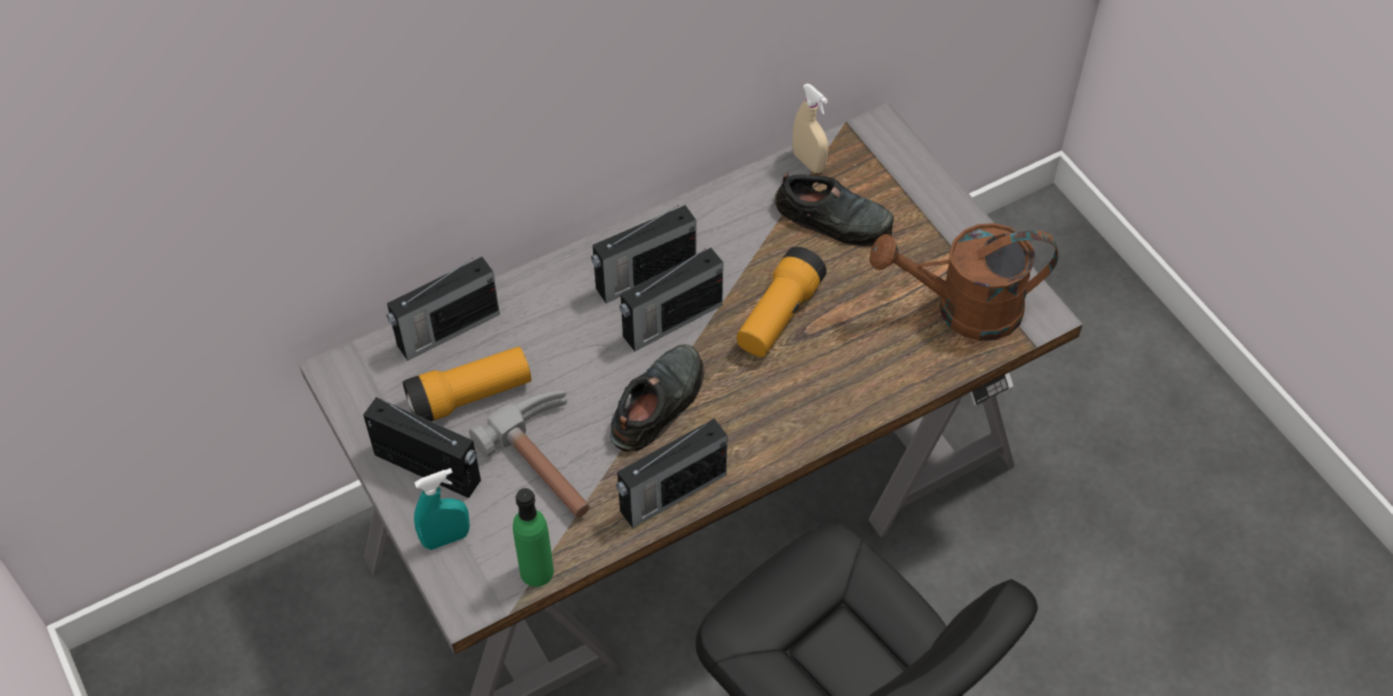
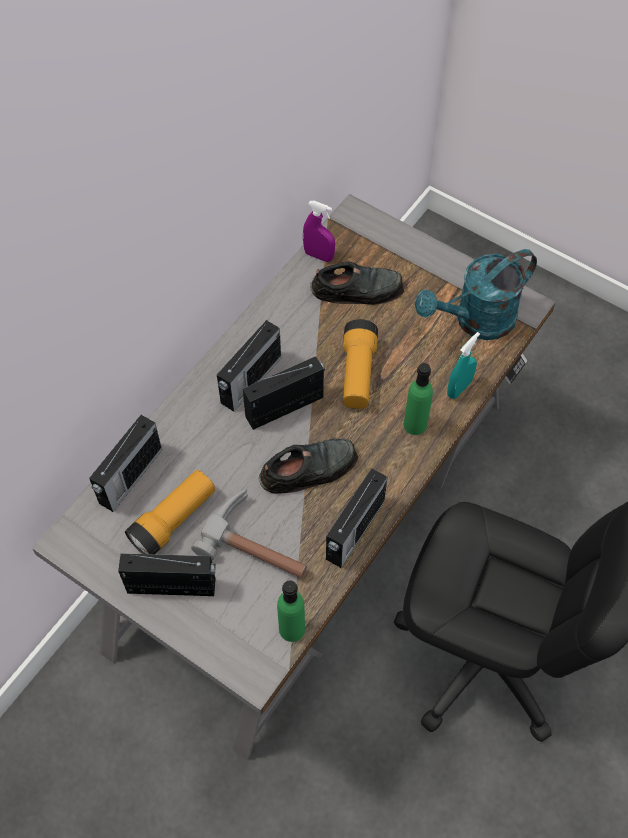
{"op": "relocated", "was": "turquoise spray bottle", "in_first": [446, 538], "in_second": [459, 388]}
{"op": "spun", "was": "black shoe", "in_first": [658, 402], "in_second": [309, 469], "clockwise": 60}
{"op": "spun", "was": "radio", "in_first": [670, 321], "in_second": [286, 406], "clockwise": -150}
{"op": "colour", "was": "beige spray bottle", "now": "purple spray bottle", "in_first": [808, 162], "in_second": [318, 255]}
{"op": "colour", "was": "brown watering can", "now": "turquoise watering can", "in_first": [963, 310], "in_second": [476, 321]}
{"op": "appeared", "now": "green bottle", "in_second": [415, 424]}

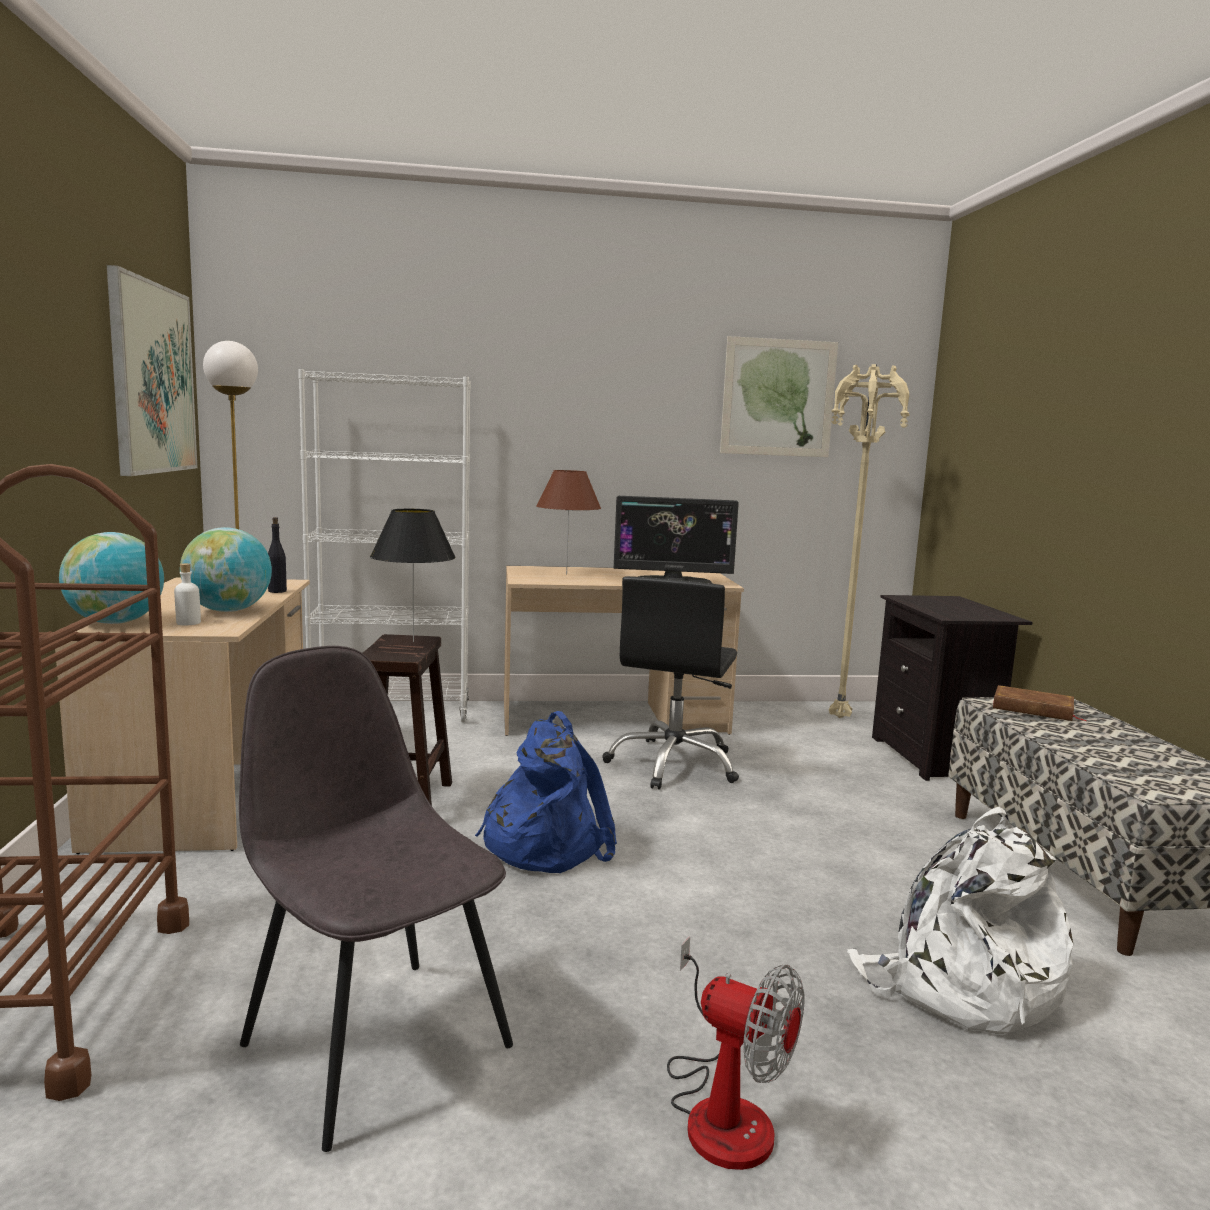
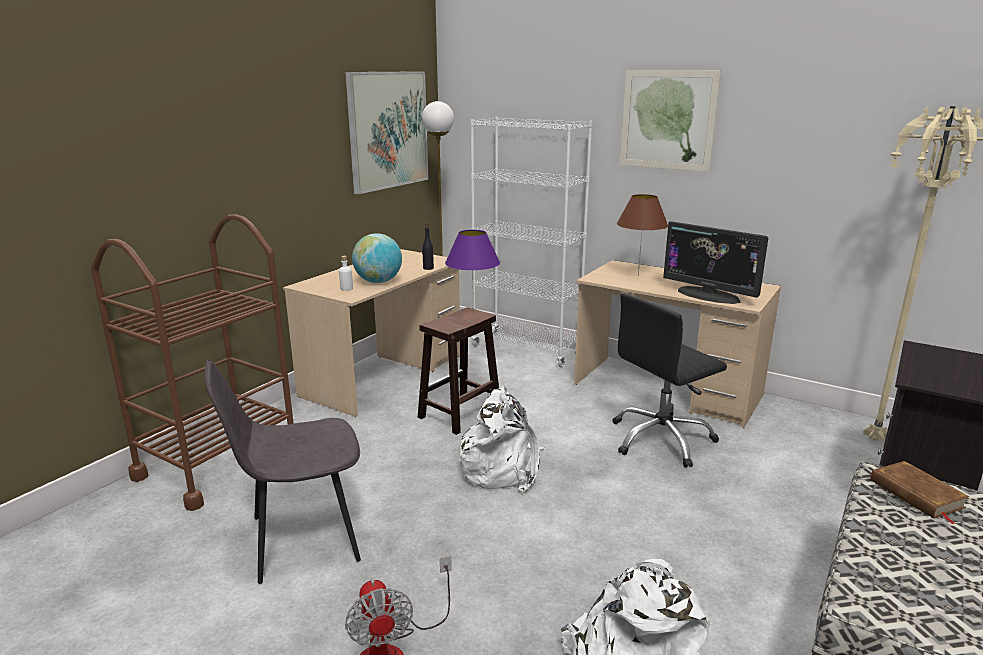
{"op": "missing", "was": "globe", "in_first": [116, 622]}
{"op": "spun", "was": "grey chair", "in_first": [374, 1041], "in_second": [301, 539], "clockwise": -105}
{"op": "colour", "was": "black table lamp", "now": "purple table lamp", "in_first": [413, 642], "in_second": [473, 316]}
{"op": "colour", "was": "blue backpack", "now": "white backpack", "in_first": [545, 844], "in_second": [502, 468]}
{"op": "relocated", "was": "picture", "in_first": [778, 398], "in_second": [667, 120]}

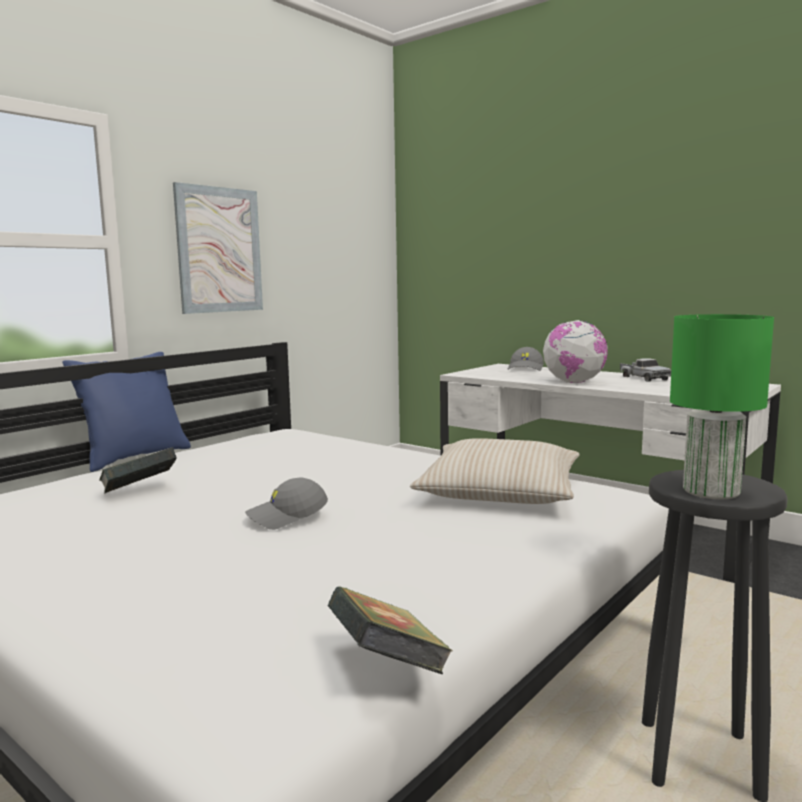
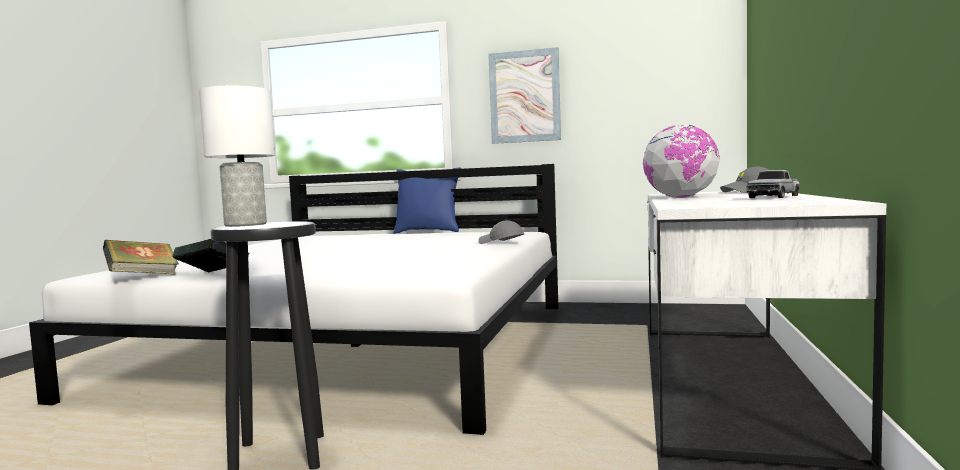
{"op": "relocated", "was": "book", "in_first": [139, 491], "in_second": [213, 275]}
{"op": "relocated", "was": "grey cap", "in_first": [287, 517], "in_second": [500, 242]}
{"op": "missing", "was": "beige pillow", "in_first": [500, 491]}
{"op": "colour", "was": "green table lamp", "now": "white table lamp", "in_first": [710, 492], "in_second": [244, 225]}

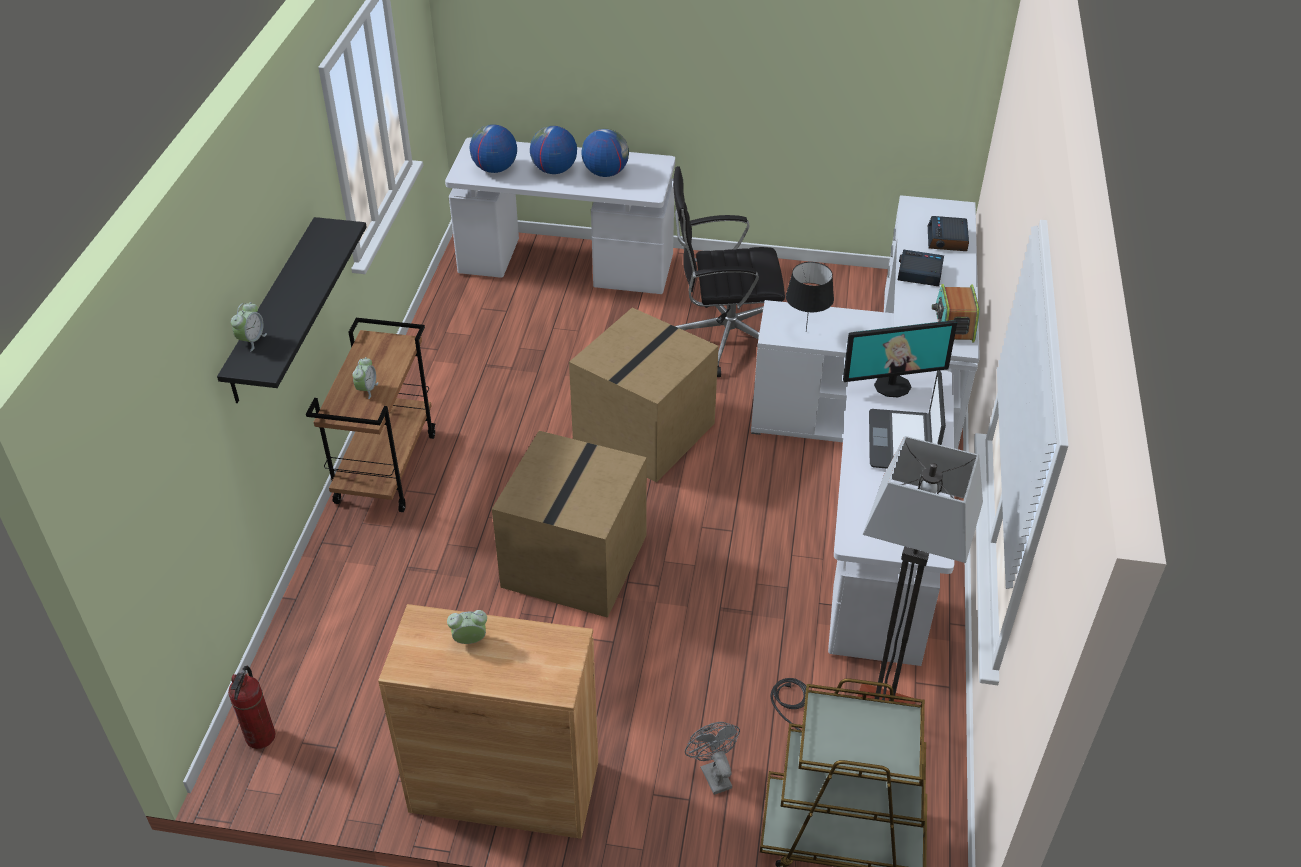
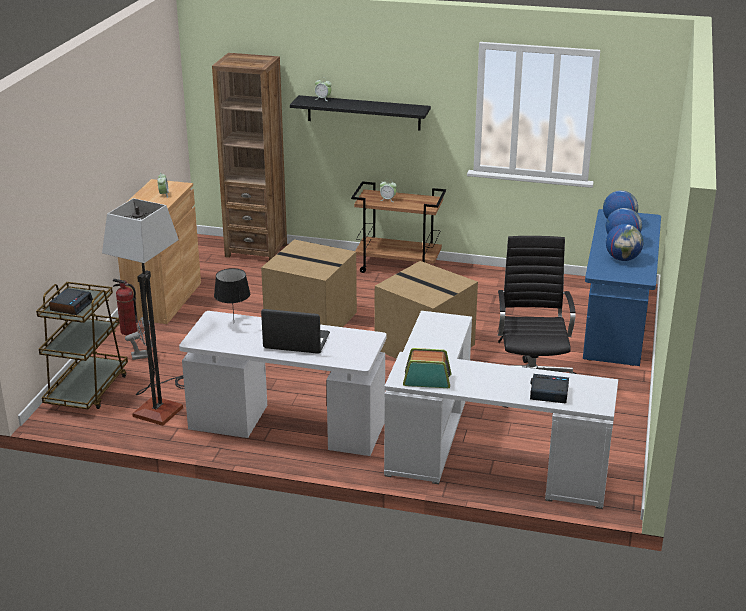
{"op": "relocated", "was": "fire extinguisher", "in_first": [261, 737], "in_second": [128, 331]}
{"op": "colour", "was": "white desk", "now": "blue desk", "in_first": [566, 265], "in_second": [616, 323]}
{"op": "relocated", "was": "black table lamp", "in_first": [806, 331], "in_second": [233, 323]}
{"op": "missing", "was": "monitor", "in_first": [892, 385]}
{"op": "relocated", "was": "alarm clock", "in_first": [919, 273], "in_second": [71, 306]}
{"op": "appeared", "now": "brown bookcase", "in_second": [256, 250]}

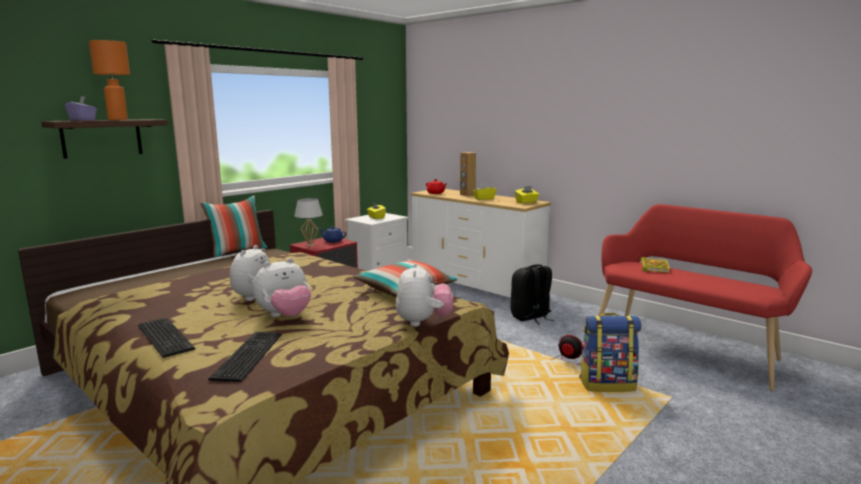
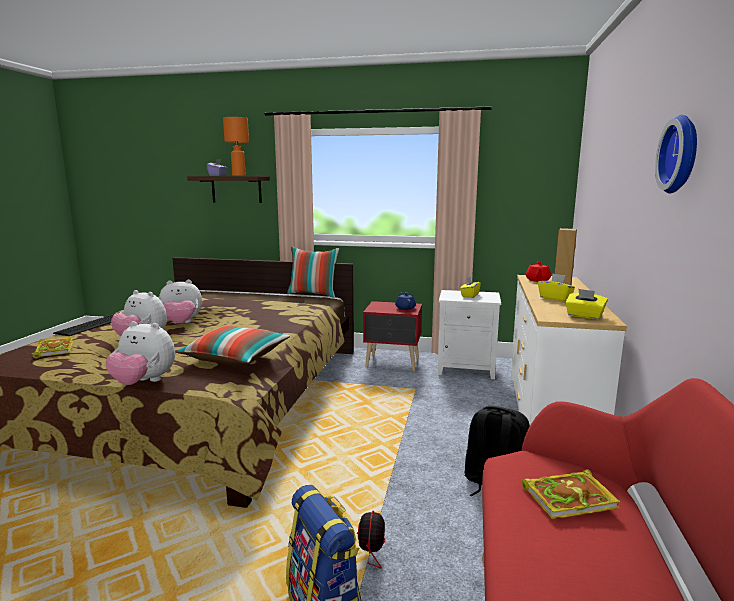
{"op": "exchanged", "was": "keyboard", "now": "book", "in_first": [245, 356], "in_second": [54, 349]}
{"op": "missing", "was": "white table lamp", "in_first": [310, 245]}
{"op": "spun", "was": "plush toy", "in_first": [423, 322], "in_second": [144, 382], "clockwise": 45}
{"op": "appeared", "now": "wall clock", "in_second": [683, 154]}

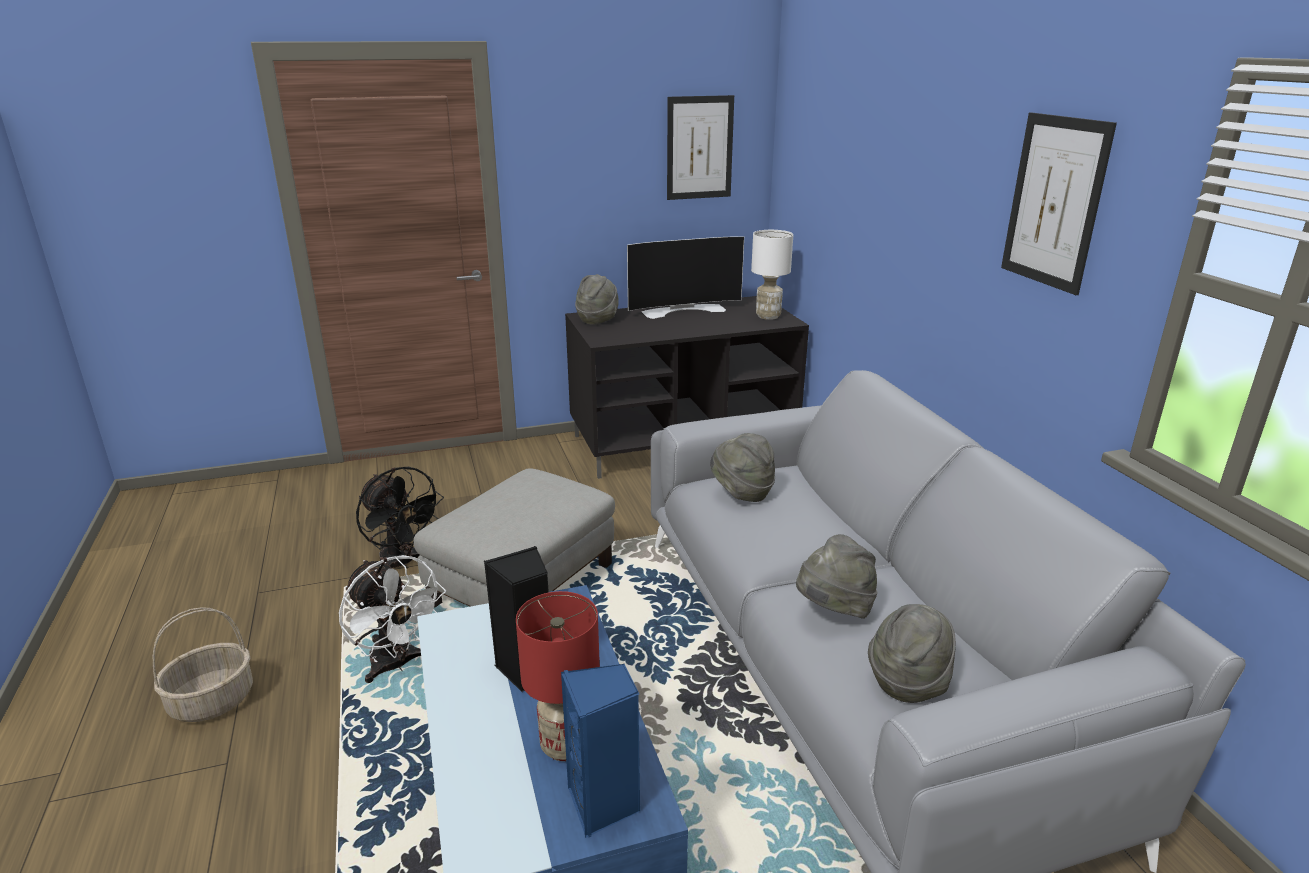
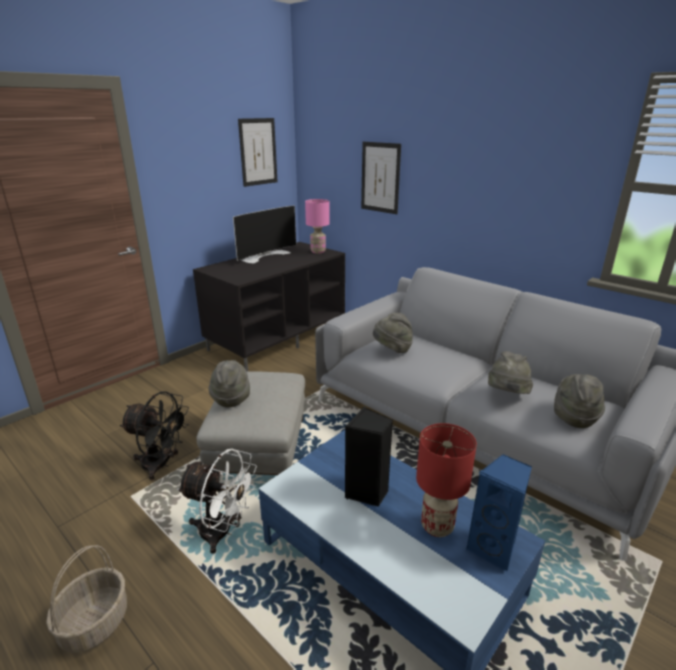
{"op": "relocated", "was": "grey hat", "in_first": [597, 319], "in_second": [231, 398]}
{"op": "colour", "was": "white table lamp", "now": "pink table lamp", "in_first": [768, 316], "in_second": [318, 251]}
{"op": "relocated", "was": "picture", "in_first": [1054, 202], "in_second": [380, 177]}

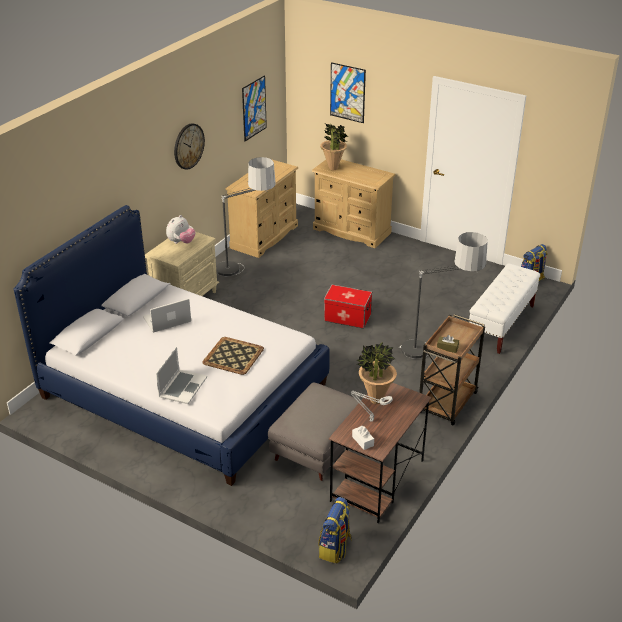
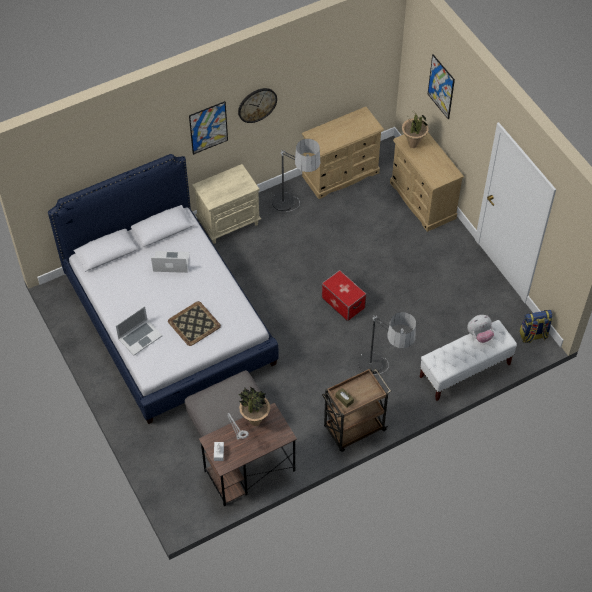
{"op": "relocated", "was": "plush toy", "in_first": [181, 242], "in_second": [479, 335]}
{"op": "relocated", "was": "picture", "in_first": [254, 108], "in_second": [208, 127]}
{"op": "missing", "was": "backpack", "in_first": [335, 548]}

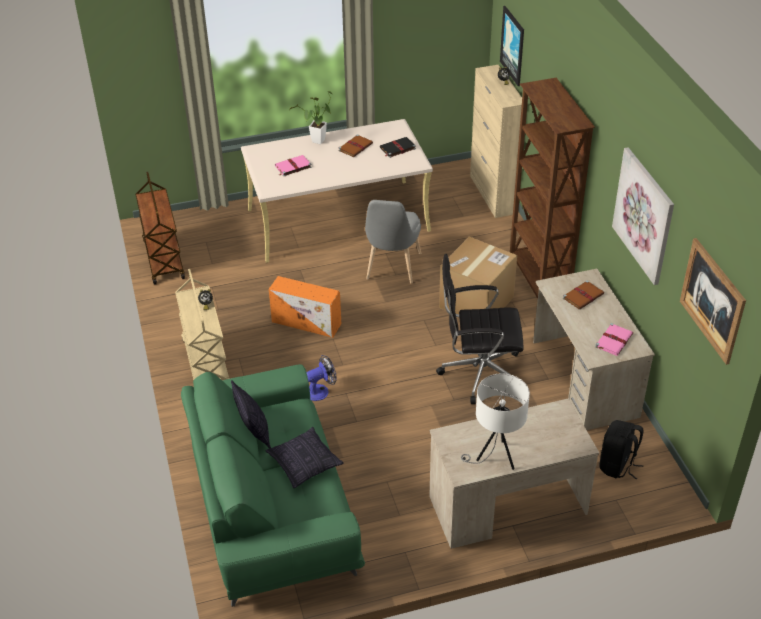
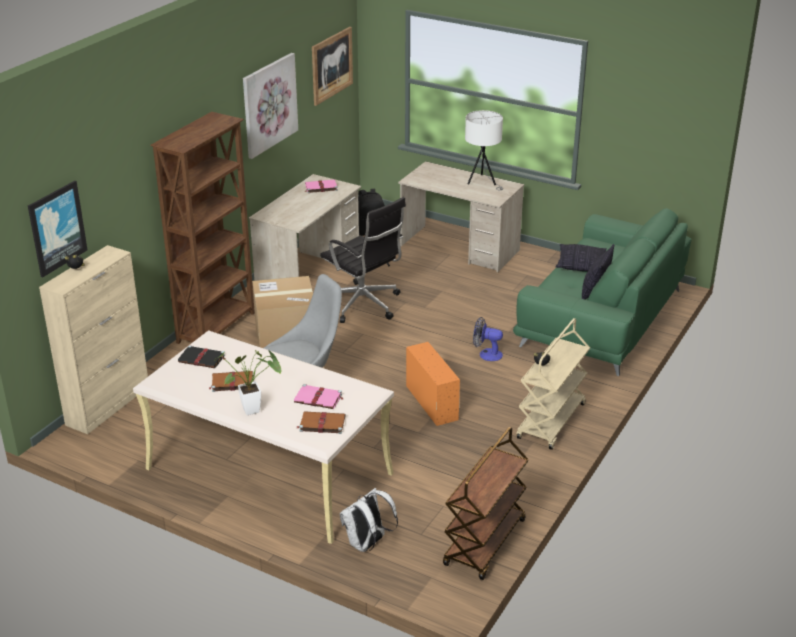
{"op": "relocated", "was": "brown book", "in_first": [583, 296], "in_second": [321, 424]}
{"op": "appeared", "now": "white backpack", "in_second": [367, 544]}

